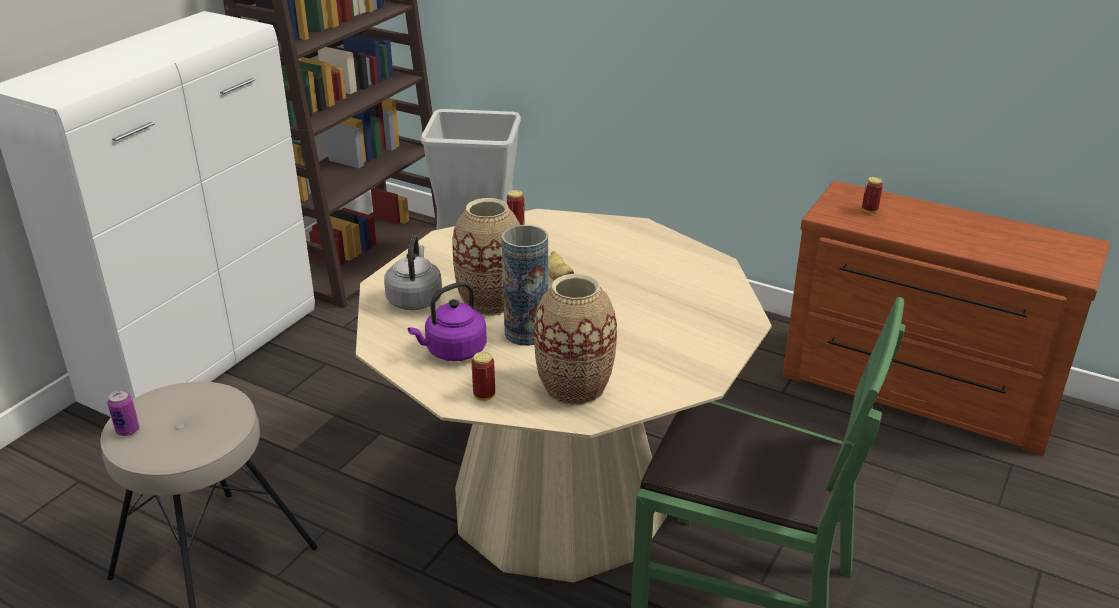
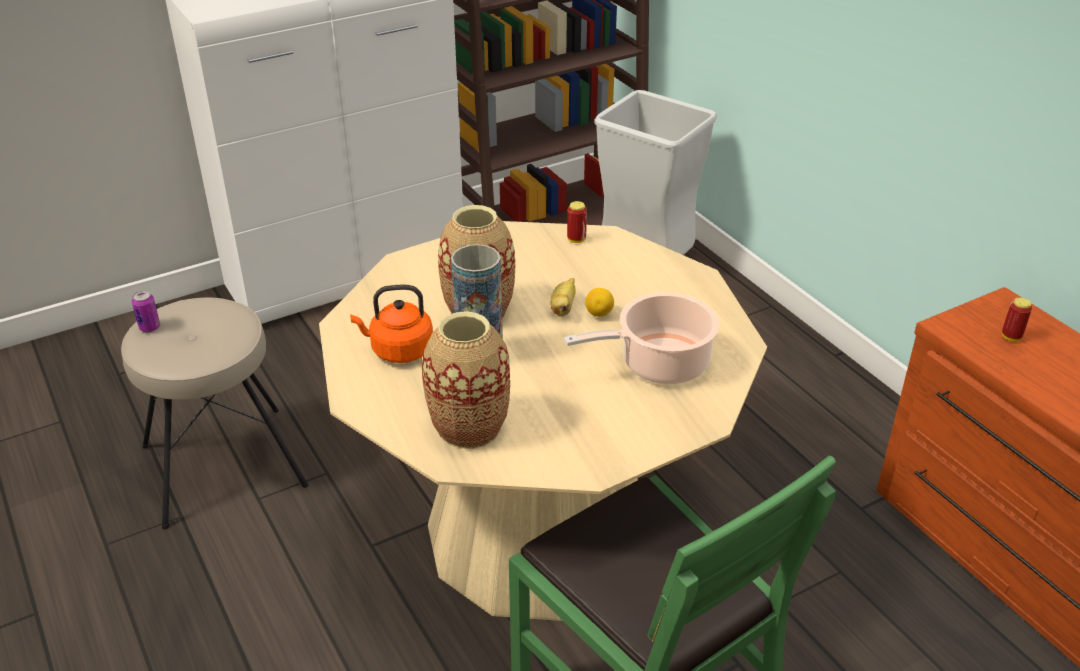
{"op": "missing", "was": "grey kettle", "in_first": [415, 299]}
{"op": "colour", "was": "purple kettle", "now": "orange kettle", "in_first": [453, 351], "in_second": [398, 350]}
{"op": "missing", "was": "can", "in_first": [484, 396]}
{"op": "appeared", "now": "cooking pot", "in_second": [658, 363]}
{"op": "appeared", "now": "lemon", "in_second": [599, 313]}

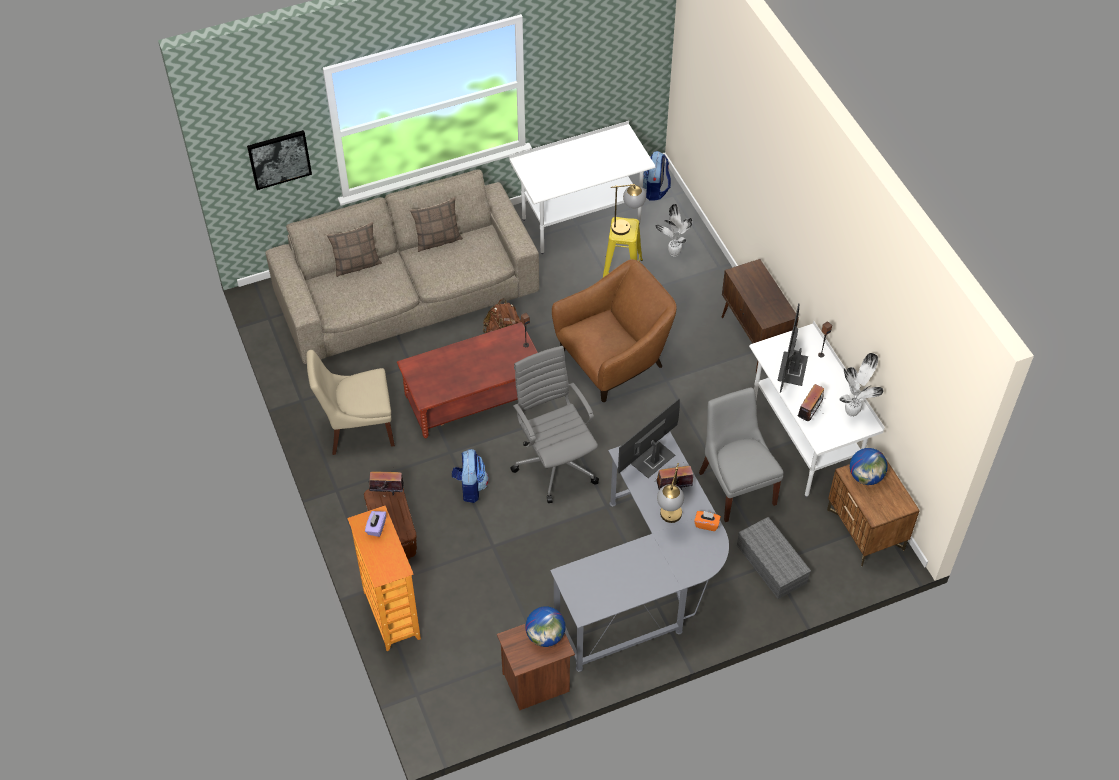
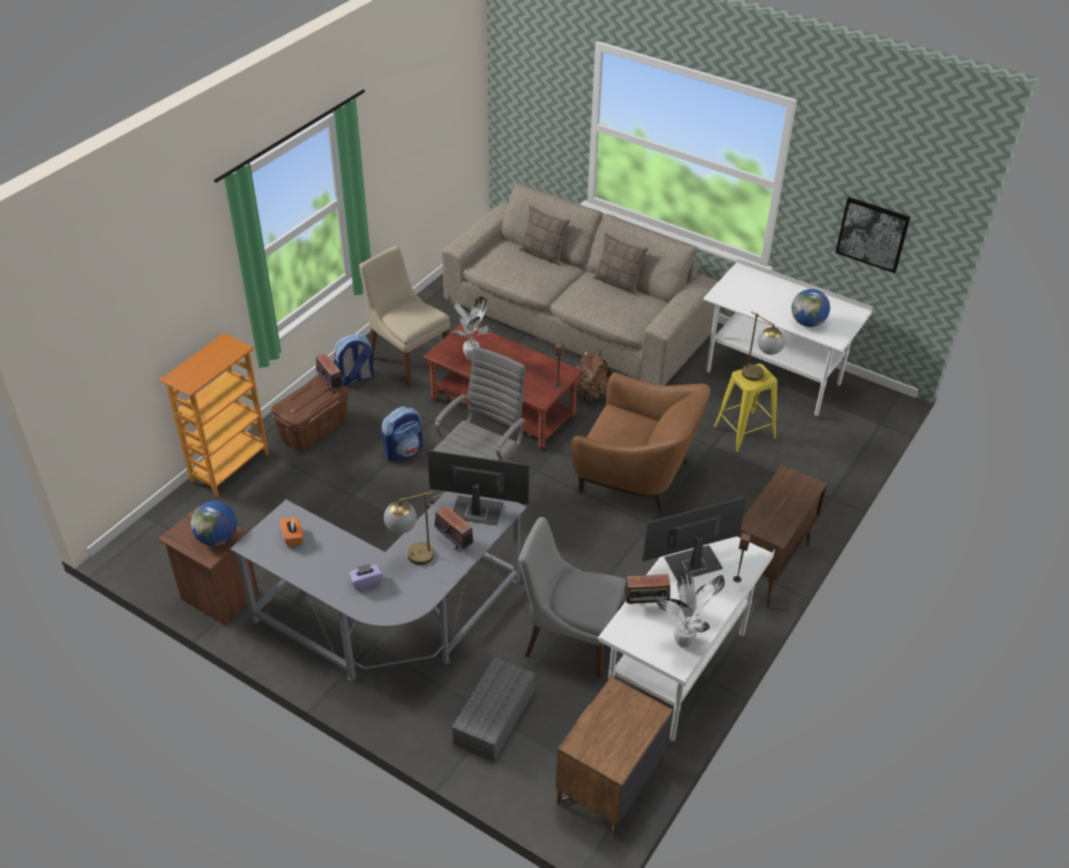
{"op": "relocated", "was": "picture", "in_first": [279, 159], "in_second": [872, 234]}
{"op": "relocated", "was": "purple tissue box", "in_first": [376, 527], "in_second": [366, 582]}
{"op": "relocated", "was": "backpack", "in_first": [655, 190], "in_second": [355, 378]}
{"op": "relocated", "was": "potted plant", "in_first": [673, 253], "in_second": [470, 356]}
{"op": "relocated", "was": "orange tissue box", "in_first": [706, 524], "in_second": [293, 537]}
{"op": "spun", "was": "grey chair", "in_first": [736, 486], "in_second": [569, 639], "clockwise": -105}
{"op": "relocated", "was": "globe", "in_first": [865, 476], "in_second": [807, 323]}

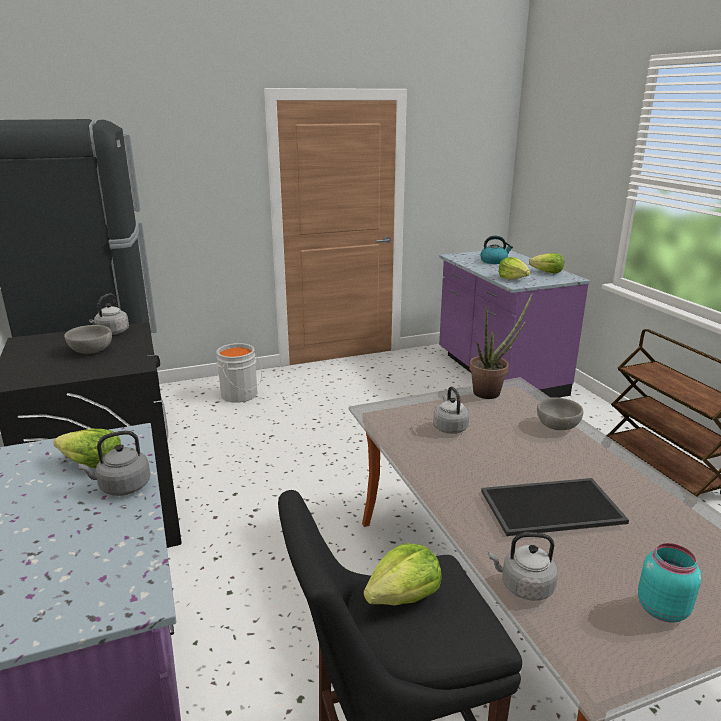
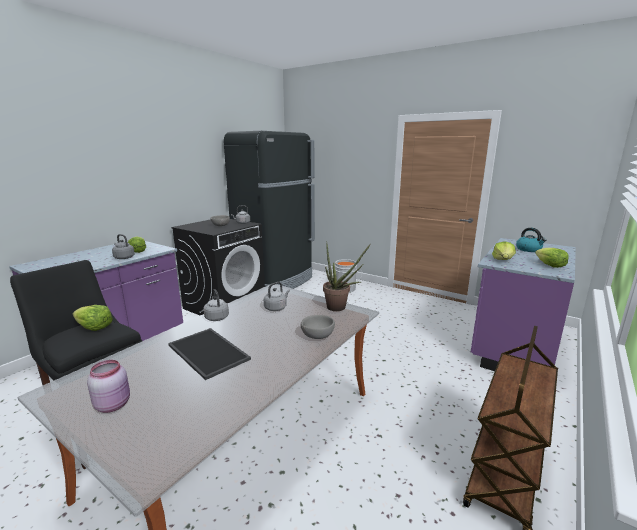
{"op": "relocated", "was": "grey kettle", "in_first": [524, 587], "in_second": [216, 317]}
{"op": "colour", "was": "turquoise jar", "now": "pink jar", "in_first": [661, 608], "in_second": [114, 404]}

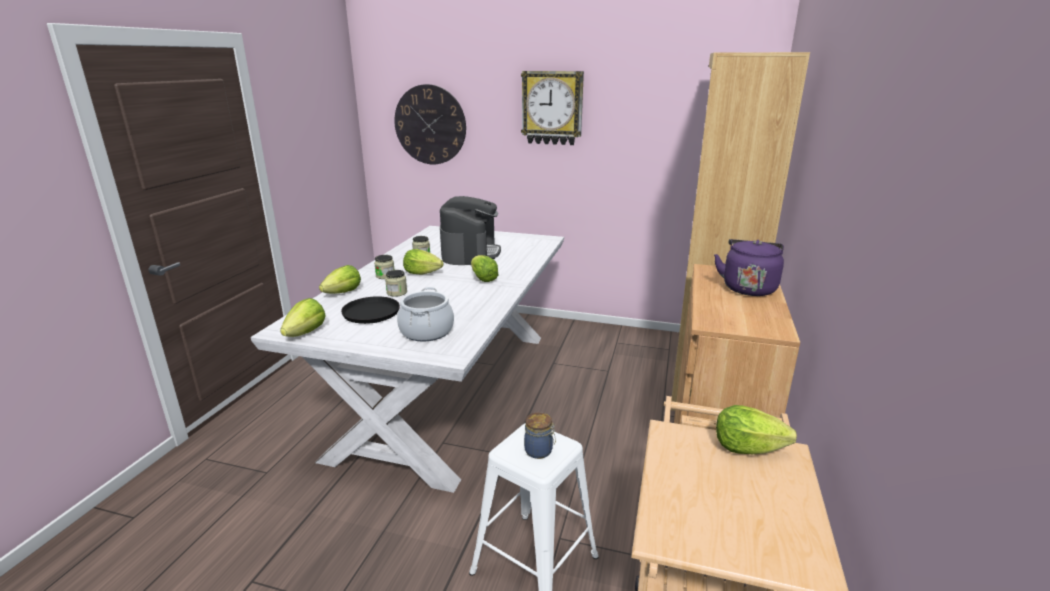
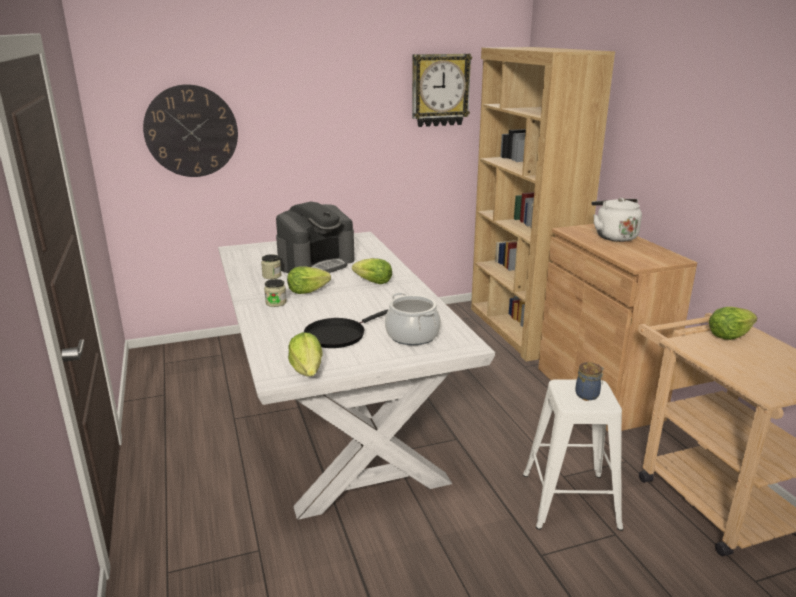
{"op": "missing", "was": "lettuce", "in_first": [343, 293]}
{"op": "missing", "was": "jar", "in_first": [397, 292]}
{"op": "spun", "was": "coffee machine", "in_first": [470, 253], "in_second": [316, 263], "clockwise": 75}
{"op": "relocated", "was": "wall clock", "in_first": [552, 108], "in_second": [440, 90]}
{"op": "colour", "was": "purple kettle", "now": "white kettle", "in_first": [748, 287], "in_second": [613, 236]}

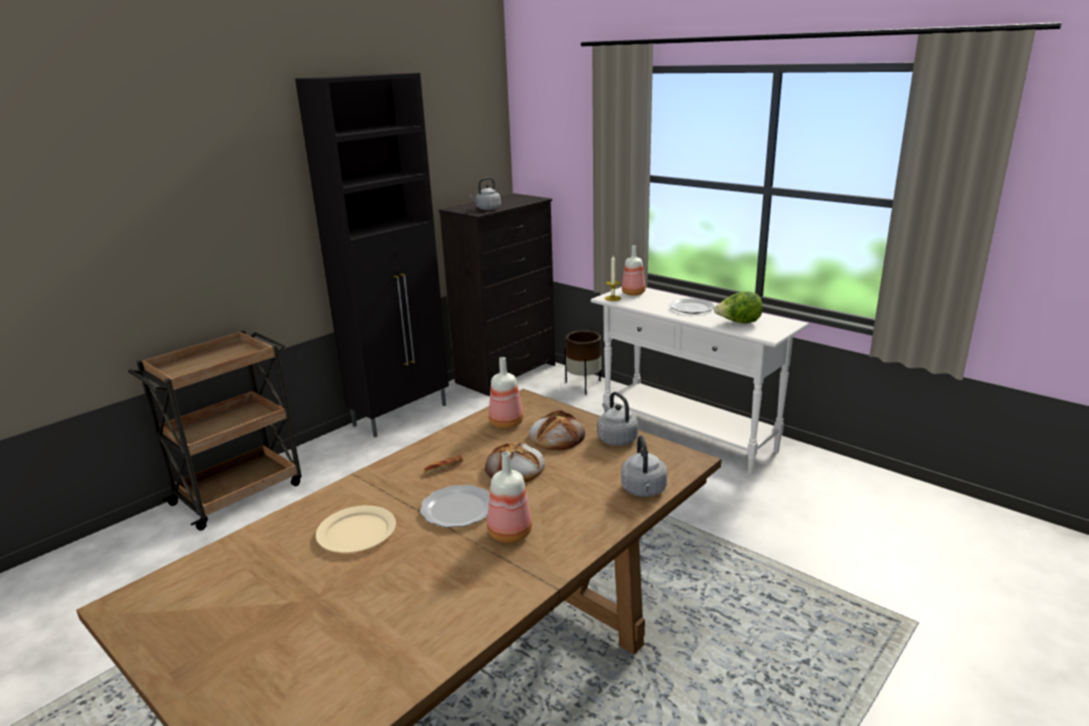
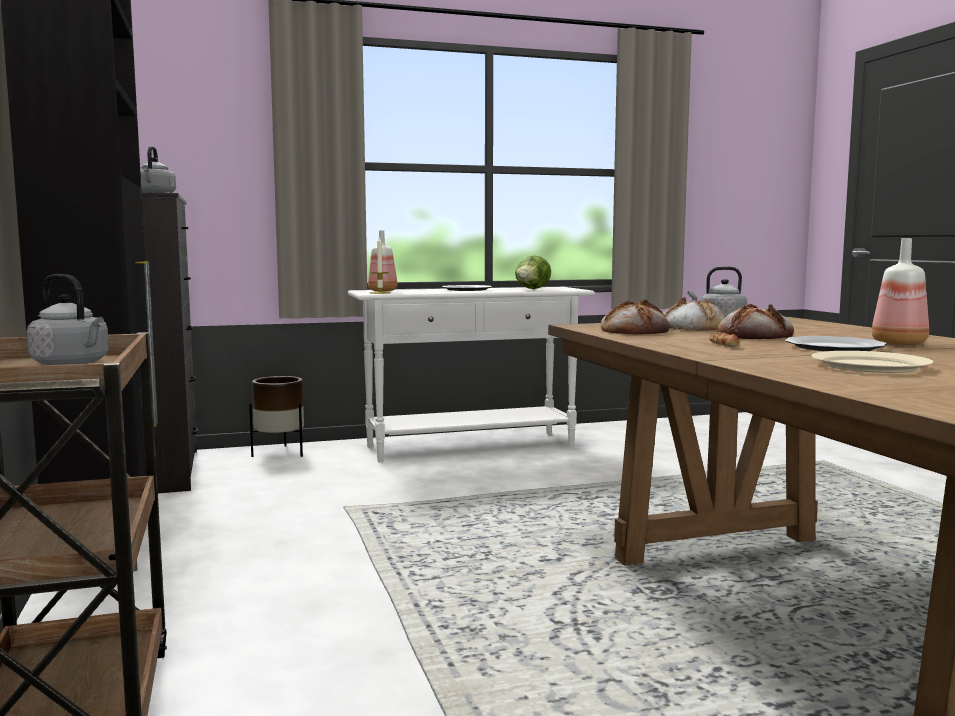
{"op": "exchanged", "was": "bottle", "now": "bread", "in_first": [507, 423], "in_second": [635, 330]}
{"op": "relocated", "was": "grey kettle", "in_first": [644, 491], "in_second": [73, 364]}

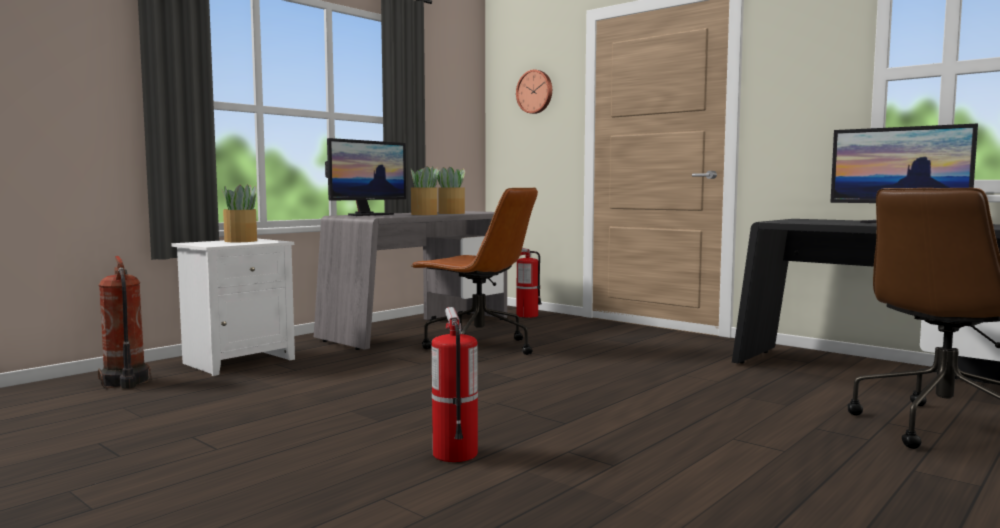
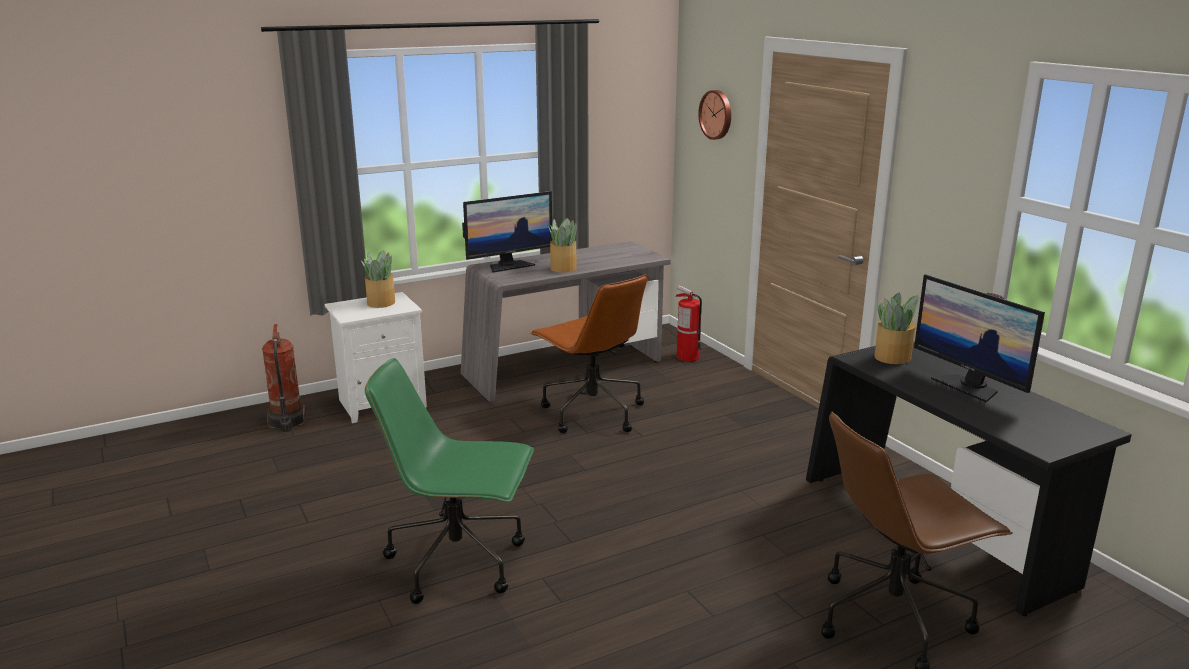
{"op": "exchanged", "was": "fire extinguisher", "now": "green office chair", "in_first": [454, 453], "in_second": [459, 562]}
{"op": "relocated", "was": "potted plant", "in_first": [452, 213], "in_second": [893, 357]}

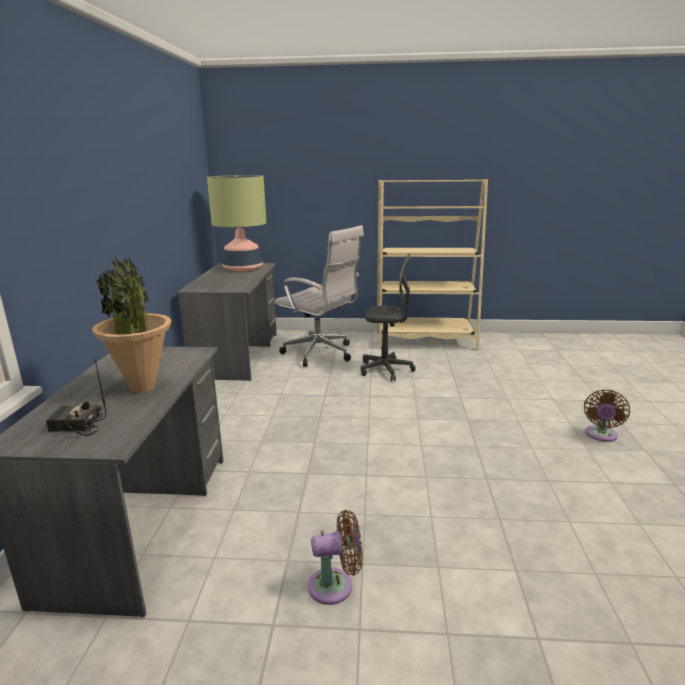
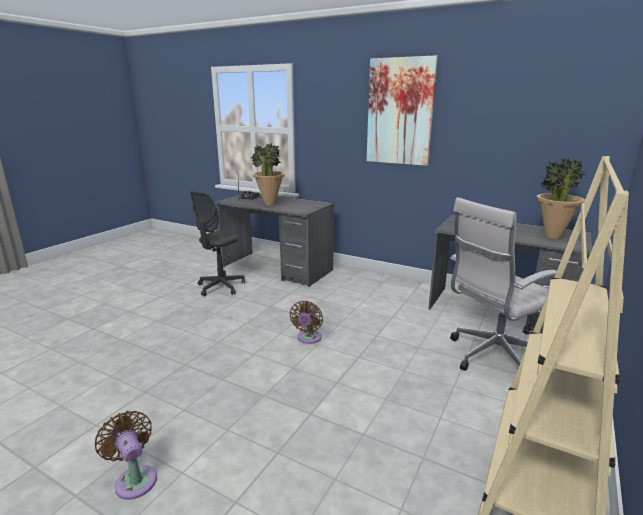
{"op": "exchanged", "was": "table lamp", "now": "potted plant", "in_first": [243, 268], "in_second": [552, 237]}
{"op": "relocated", "was": "brown fan", "in_first": [335, 585], "in_second": [308, 338]}
{"op": "relocated", "was": "grey office chair", "in_first": [386, 370], "in_second": [221, 287]}
{"op": "appeared", "now": "picture", "in_second": [400, 112]}

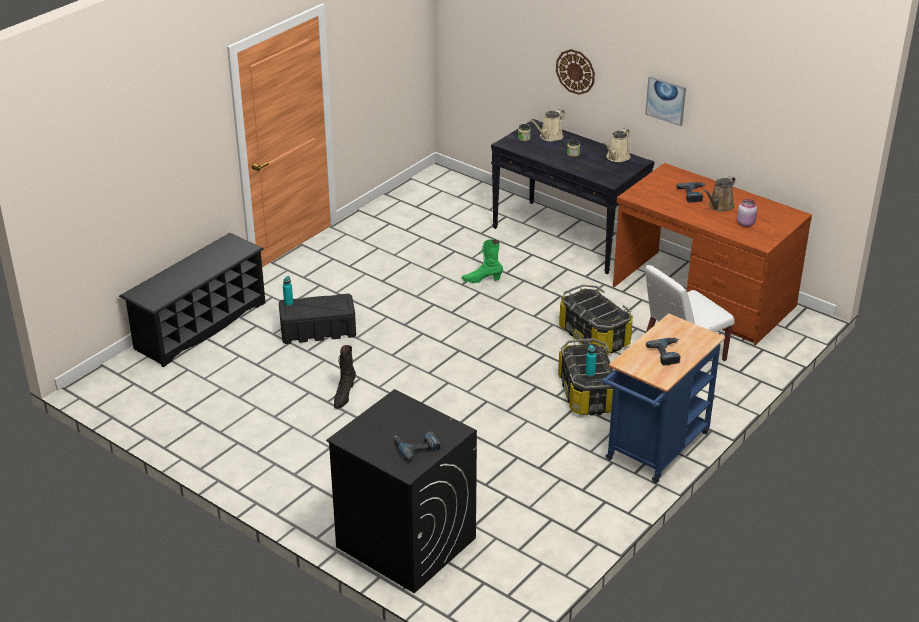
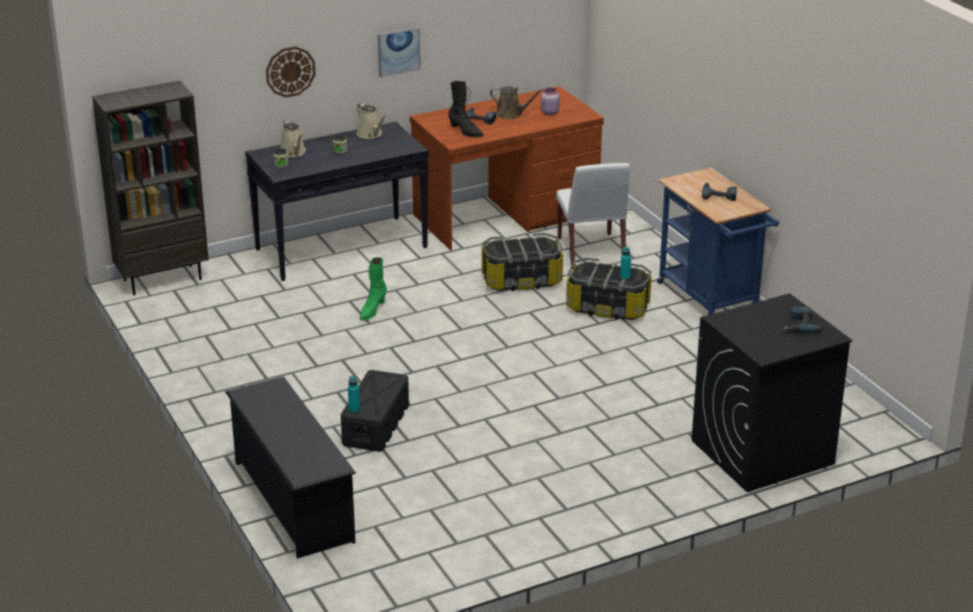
{"op": "relocated", "was": "black boot", "in_first": [344, 396], "in_second": [465, 132]}
{"op": "spun", "was": "brown watering can", "in_first": [719, 206], "in_second": [511, 114], "clockwise": -45}
{"op": "appeared", "now": "brown bookcase", "in_second": [163, 279]}

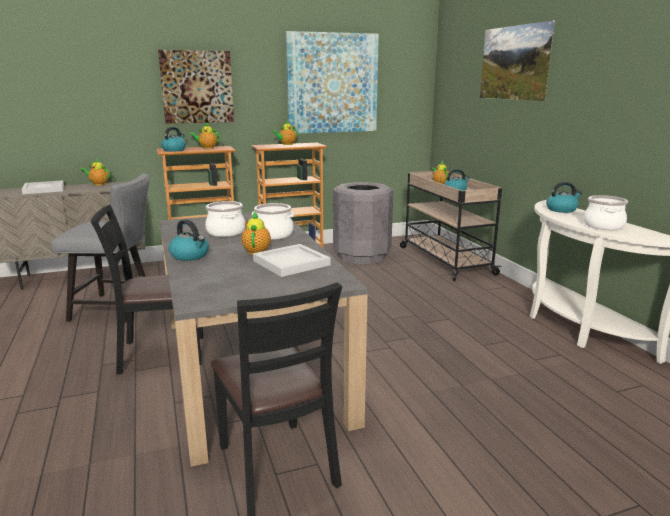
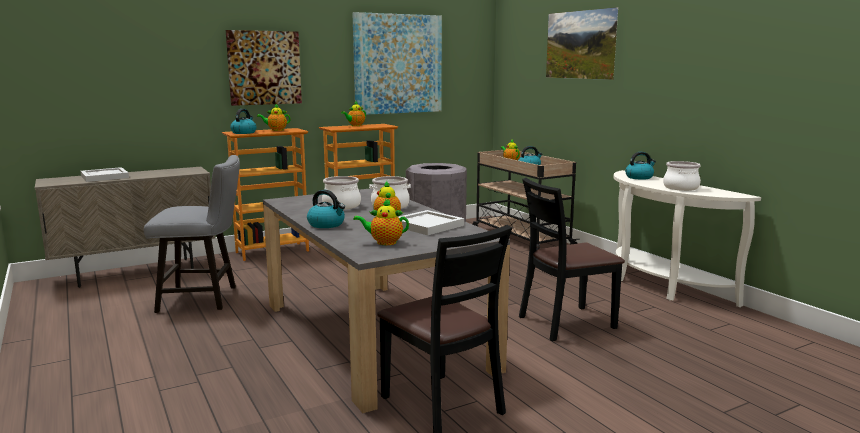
{"op": "relocated", "was": "teapot", "in_first": [98, 184], "in_second": [384, 242]}
{"op": "relocated", "was": "black chair", "in_first": [161, 353], "in_second": [566, 323]}

